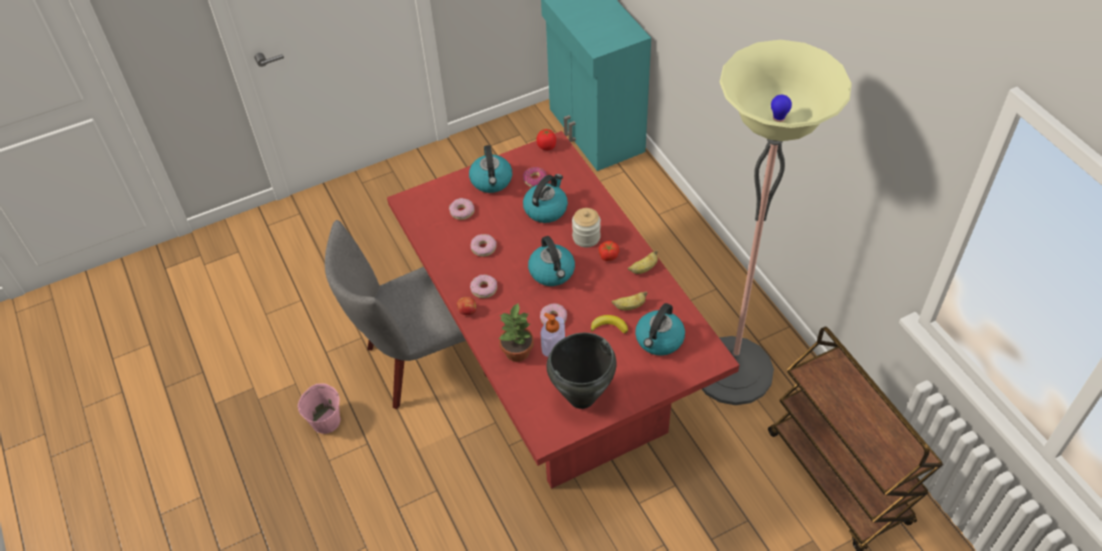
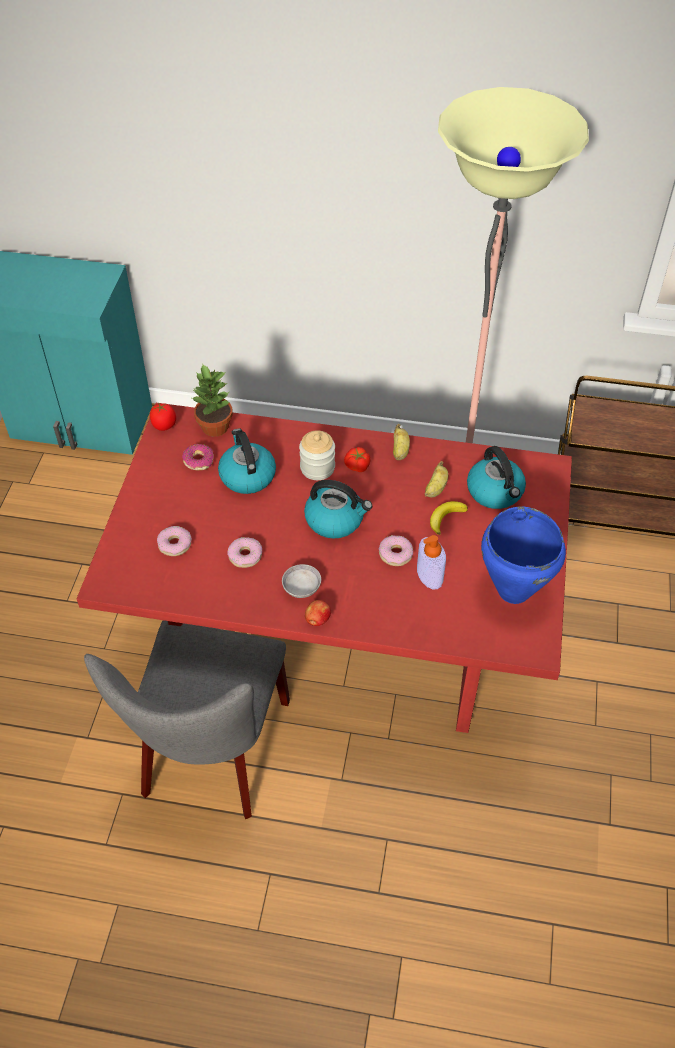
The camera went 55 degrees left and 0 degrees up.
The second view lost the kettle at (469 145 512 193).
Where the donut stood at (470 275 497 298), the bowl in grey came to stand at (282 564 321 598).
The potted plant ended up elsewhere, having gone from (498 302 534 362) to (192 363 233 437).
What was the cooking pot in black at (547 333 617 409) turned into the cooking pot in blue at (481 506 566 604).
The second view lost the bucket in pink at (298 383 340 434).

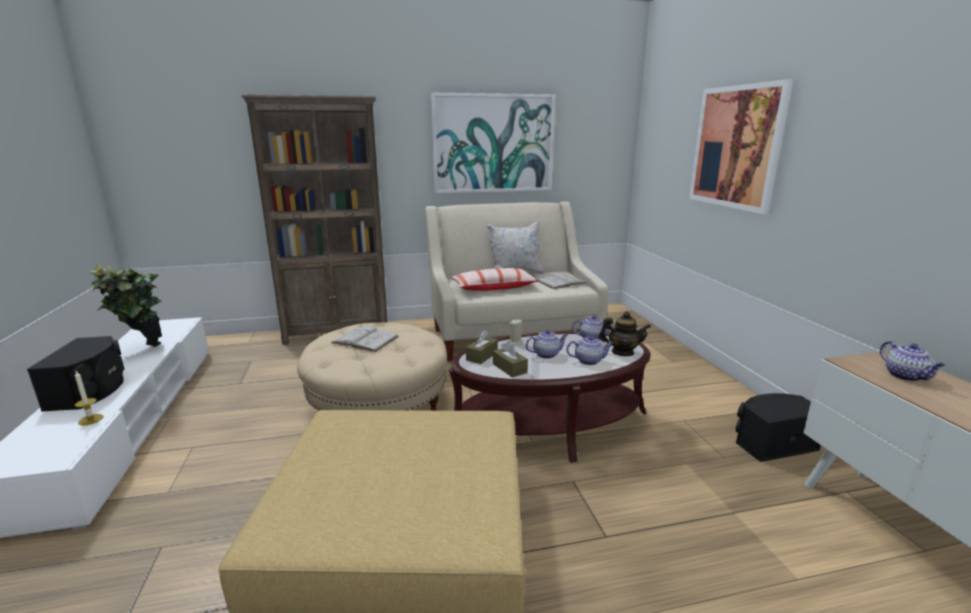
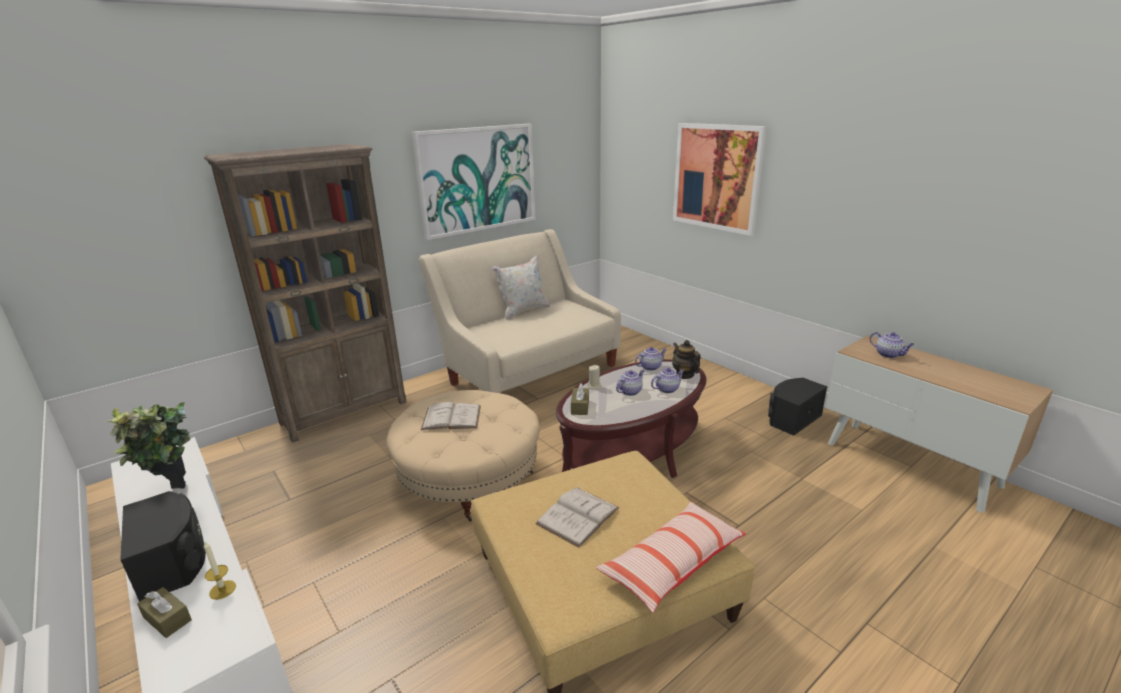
The camera went 25 degrees left and 5 degrees up.
The pillow ended up elsewhere, having gone from (452 268 538 291) to (596 502 746 613).
The book in white ended up elsewhere, having gone from (537 273 587 289) to (535 487 619 548).
The teapot at (599 311 651 356) ended up facing another way, 105 degrees counterclockwise from before.
The tissue box in brown ended up elsewhere, having gone from (493 341 528 378) to (137 587 192 638).

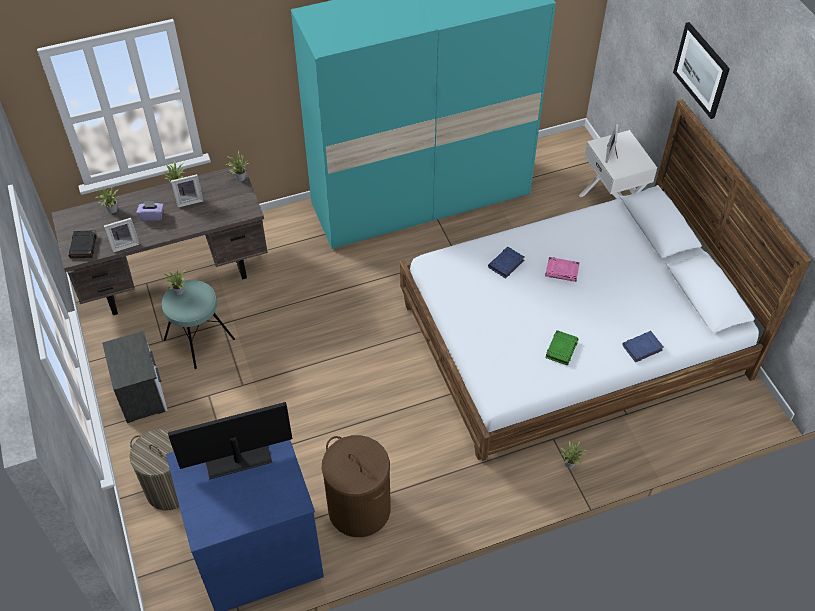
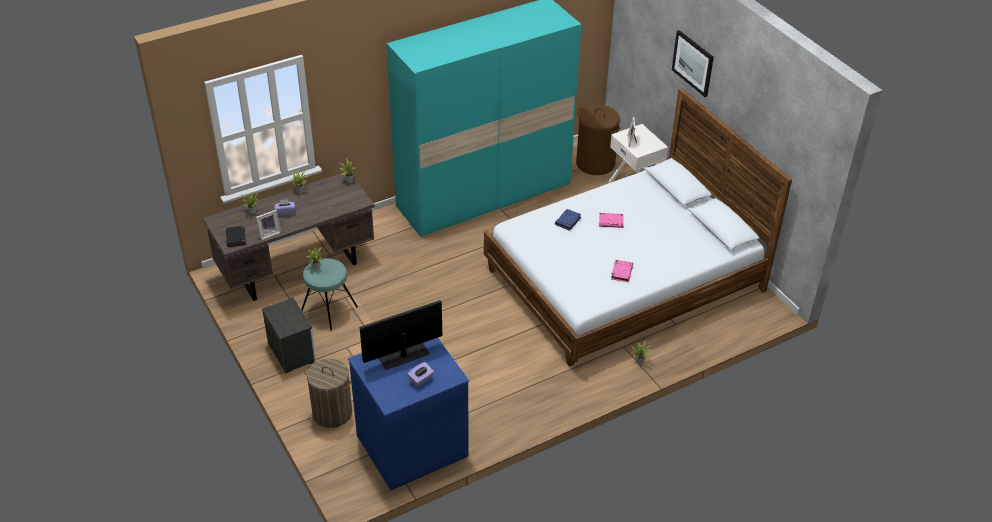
The camera went 10 degrees left and 10 degrees down.
The second view lost the picture frame at (171 174 203 207).
What was the book in green at (545 330 579 365) turned into the book in pink at (611 260 633 282).
The second view lost the book in blue at (622 331 664 362).
The laundry basket in brown ended up elsewhere, having gone from (322 435 391 537) to (576 105 621 175).
The second view gained the tissue box in purple at (407 362 434 387).

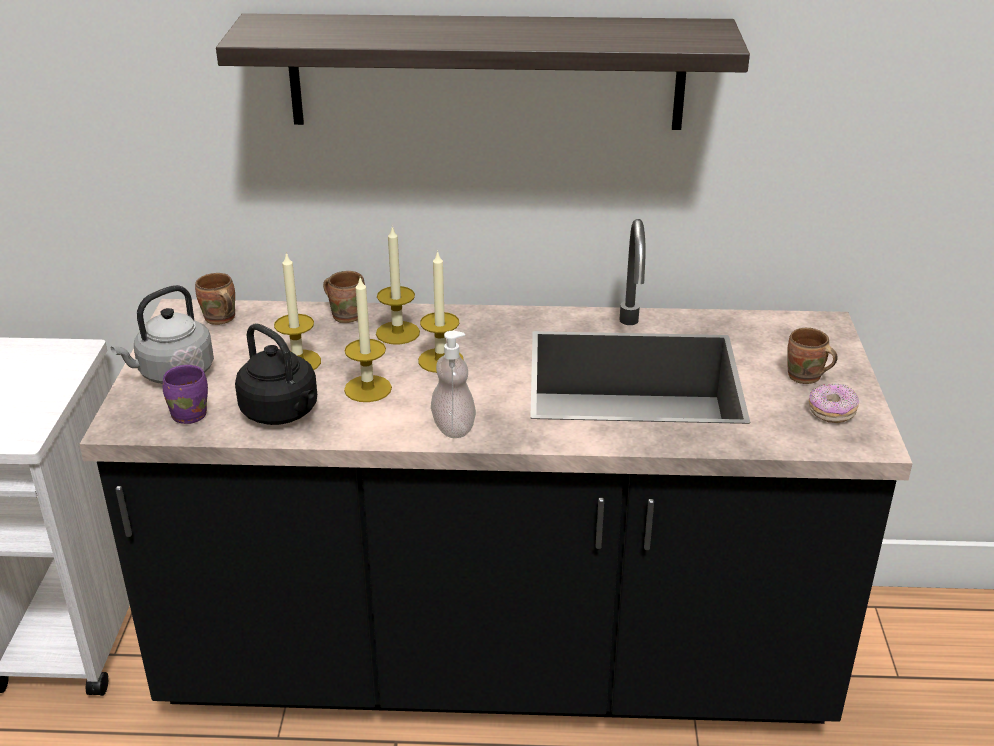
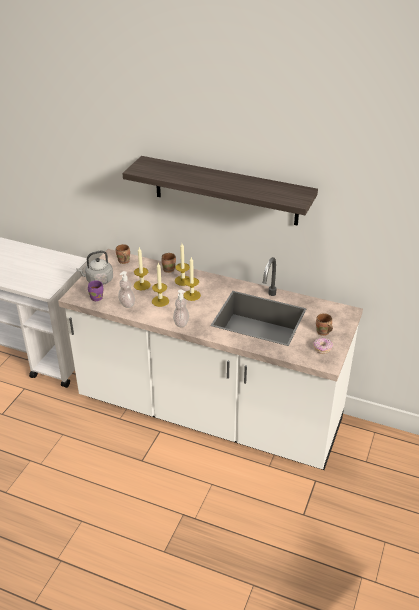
The camera went 20 degrees right and 5 degrees up.
What was the counter in black at (79 219 913 724) turned into the counter in white at (58 249 363 470).
Where the kettle in black stood at (235 323 317 425), the soap dispenser came to stand at (118 271 135 308).

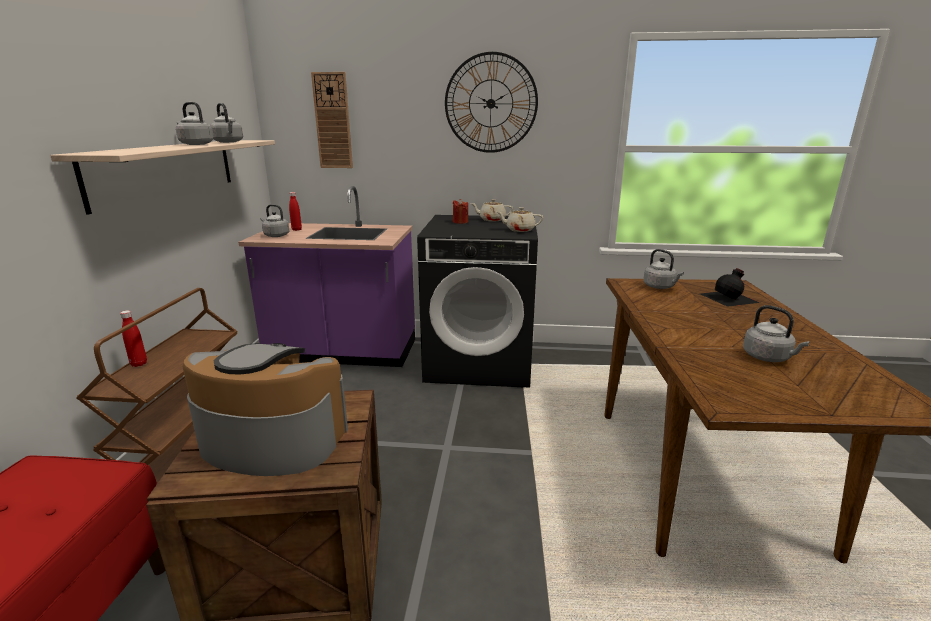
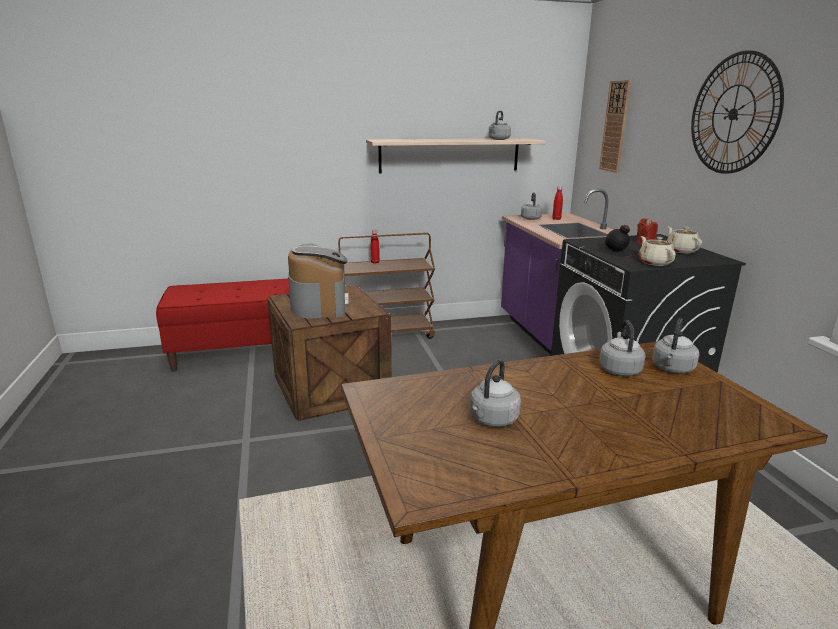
The camera went 70 degrees right and 0 degrees up.
The kettle in grey ended up elsewhere, having gone from (176 102 213 145) to (599 320 645 376).
The bottle in black ended up elsewhere, having gone from (700 268 760 307) to (594 225 639 257).

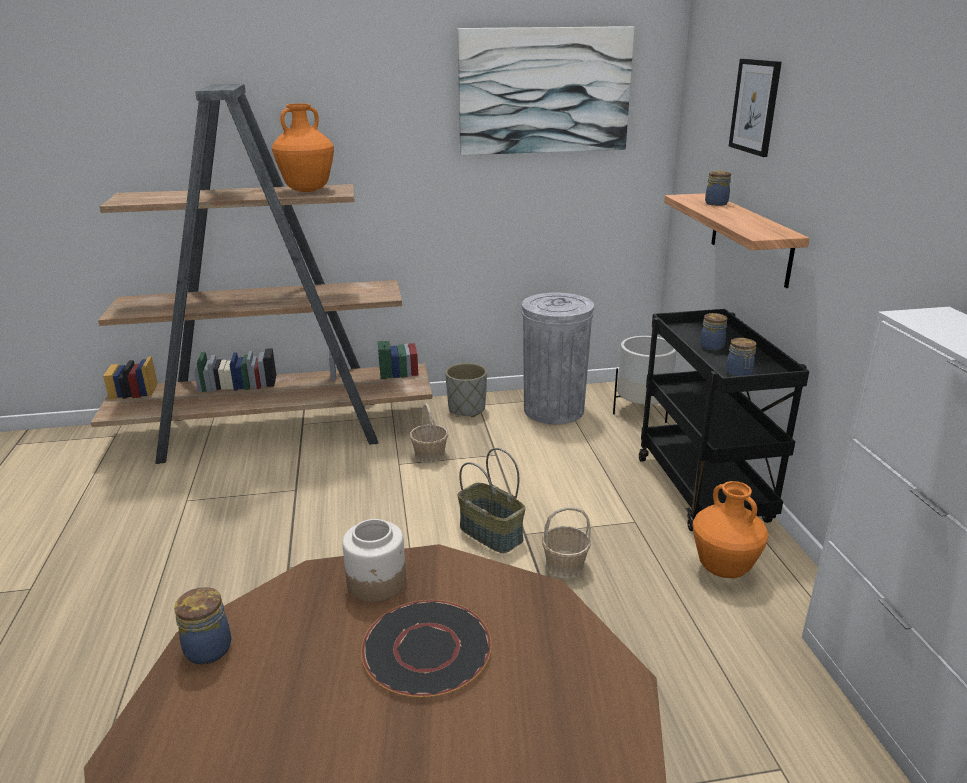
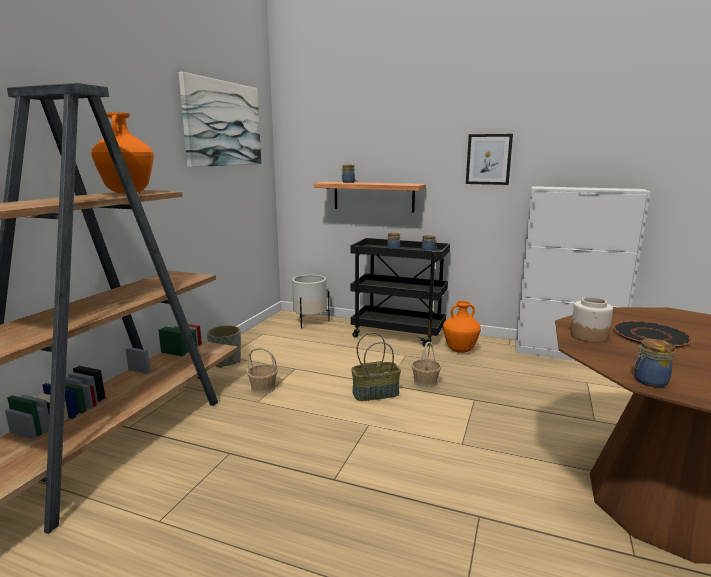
The camera went 60 degrees left and 10 degrees down.
The picture ended up elsewhere, having gone from (729 59 782 157) to (466 134 513 185).
The second view lost the trash can in grey at (522 293 594 424).

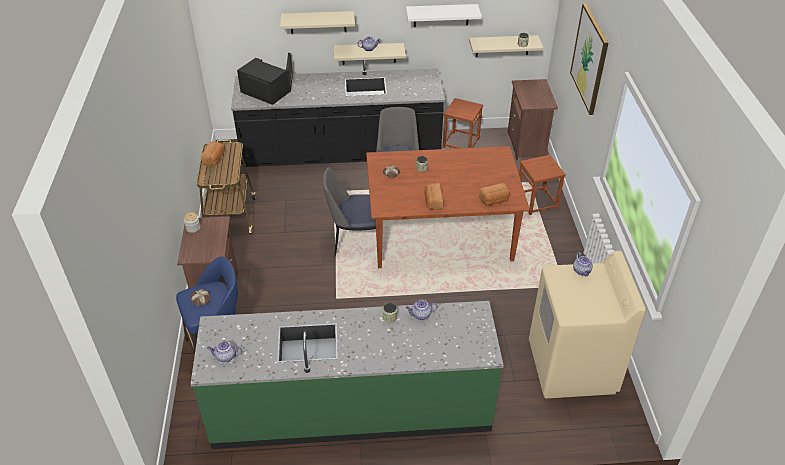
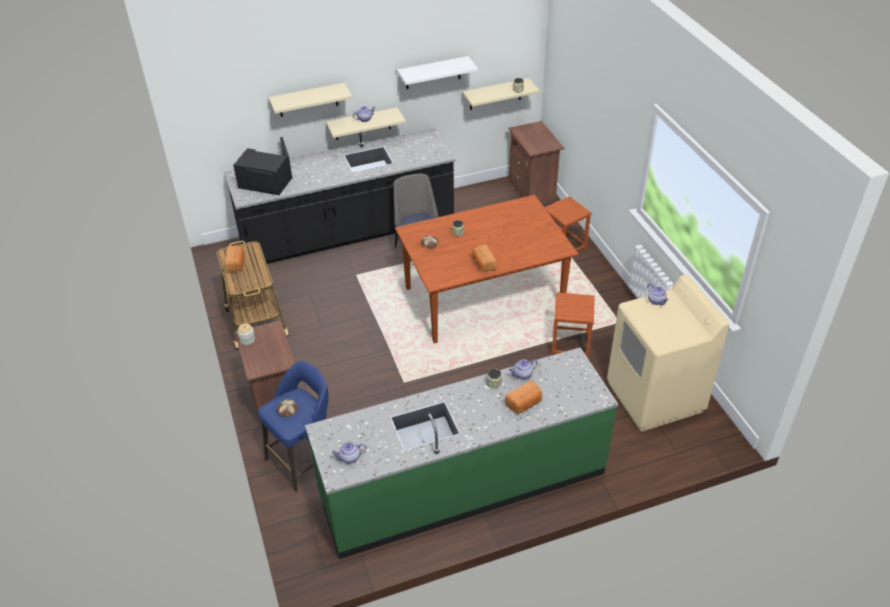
The camera went 15 degrees left and 0 degrees up.
The second view lost the picture at (570 3 609 115).
The stool in brown ended up elsewhere, having gone from (443 98 483 149) to (552 292 595 358).
The second view lost the chair at (323 167 376 257).
The bread ended up elsewhere, having gone from (479 183 510 206) to (505 380 542 413).

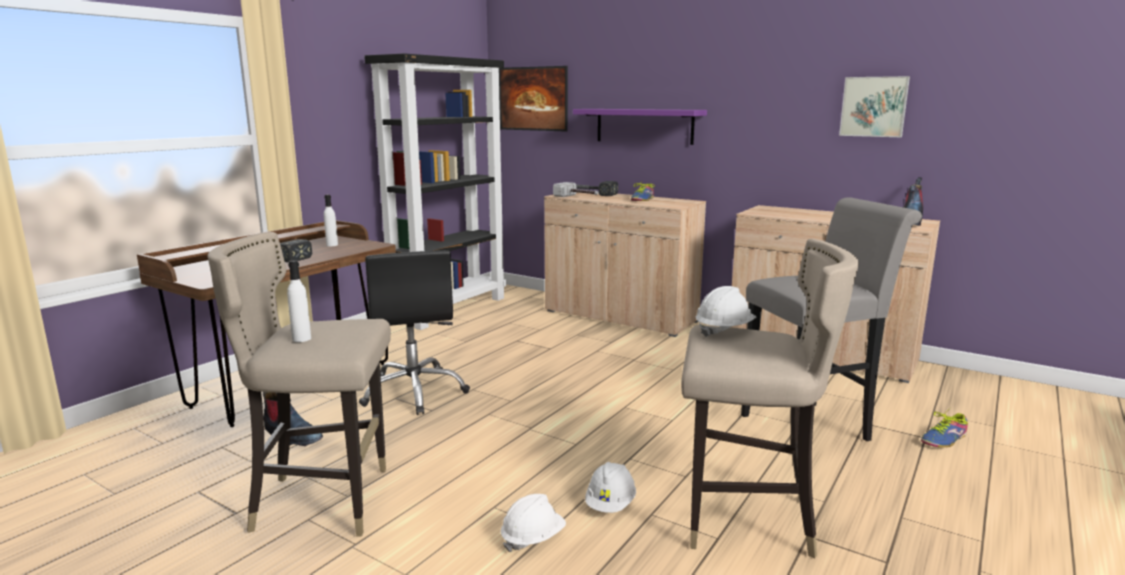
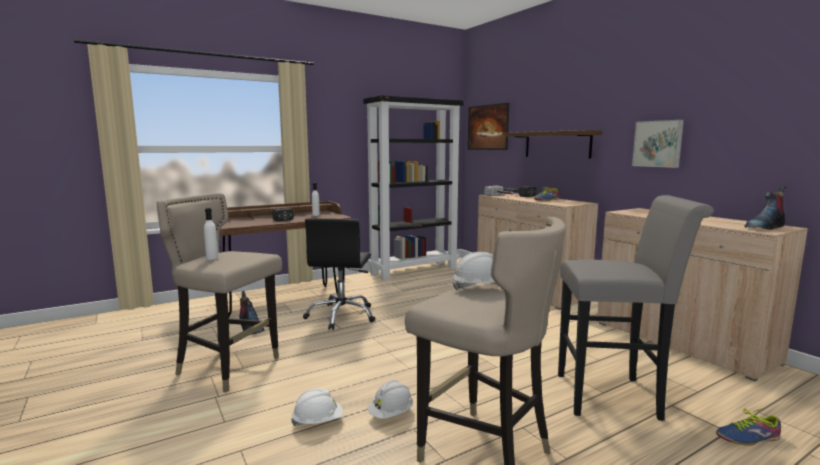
The camera went 25 degrees right and 5 degrees down.
The picture ended up elsewhere, having gone from (839 76 910 137) to (632 120 684 168).
What was the shelf in purple at (573 109 707 145) turned into the shelf in brown at (505 130 602 158).

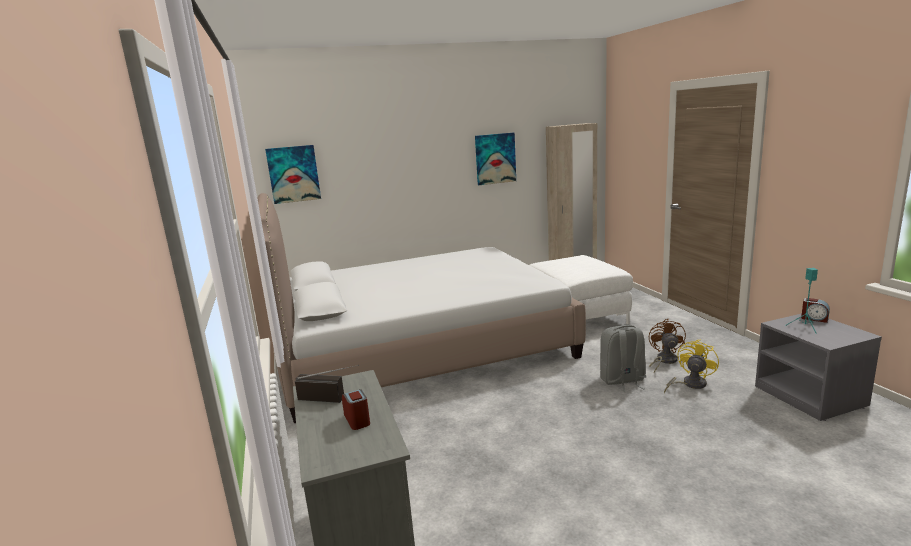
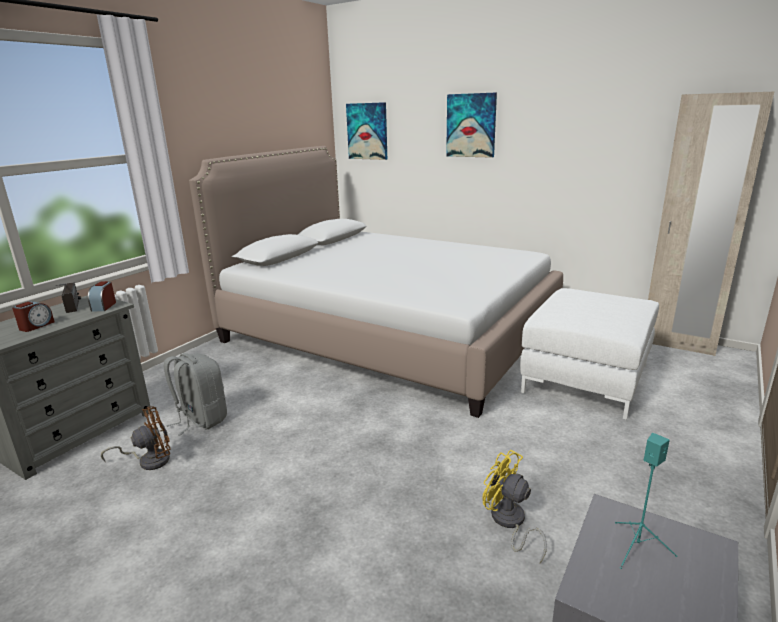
The camera went 50 degrees right and 5 degrees up.
The picture ended up elsewhere, having gone from (475 132 516 185) to (446 93 497 158).
The alarm clock ended up elsewhere, having gone from (801 298 830 323) to (88 281 116 312).
The fan in brown ended up elsewhere, having gone from (649 319 686 373) to (101 406 170 470).
The backpack in grey ended up elsewhere, having gone from (600 325 646 392) to (164 353 227 436).
The fan in yellow at (664 340 719 393) ended up facing another way, 135 degrees counterclockwise from before.

